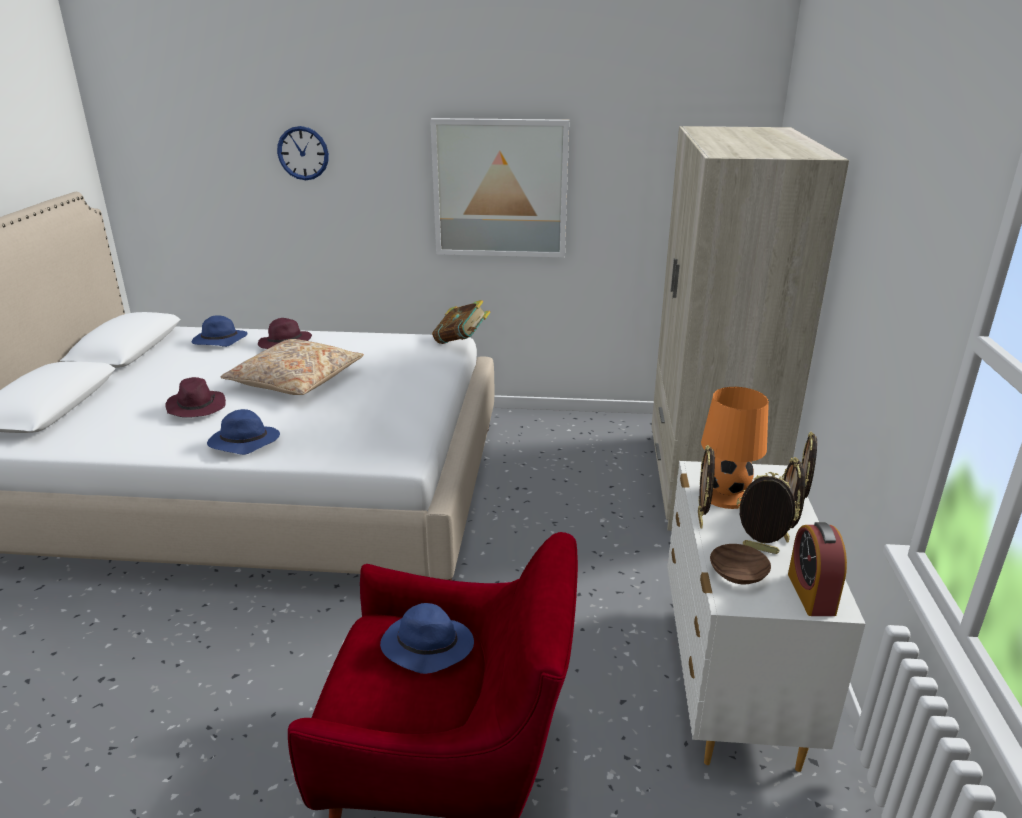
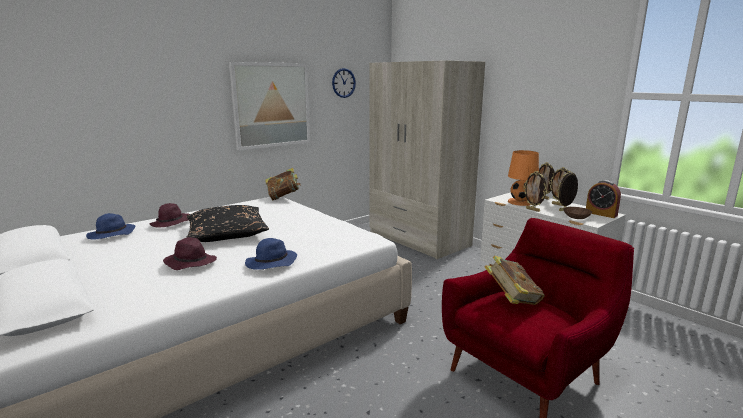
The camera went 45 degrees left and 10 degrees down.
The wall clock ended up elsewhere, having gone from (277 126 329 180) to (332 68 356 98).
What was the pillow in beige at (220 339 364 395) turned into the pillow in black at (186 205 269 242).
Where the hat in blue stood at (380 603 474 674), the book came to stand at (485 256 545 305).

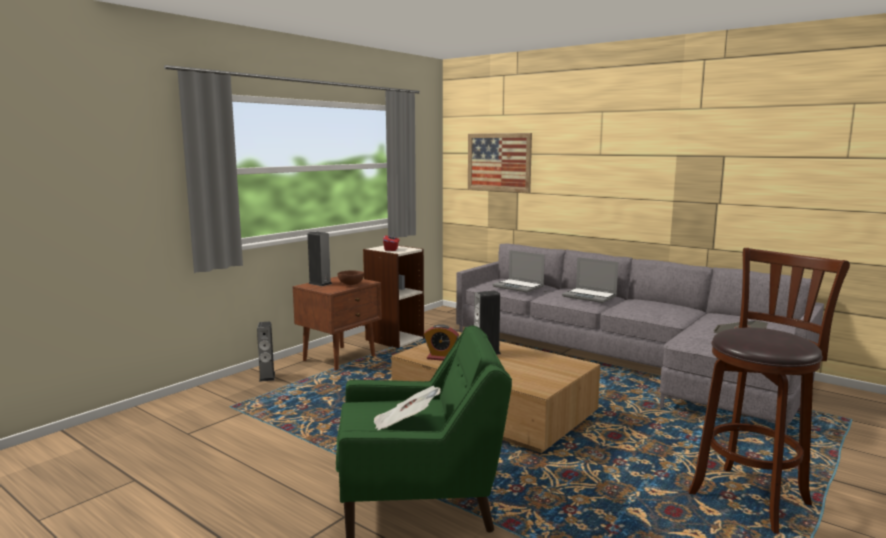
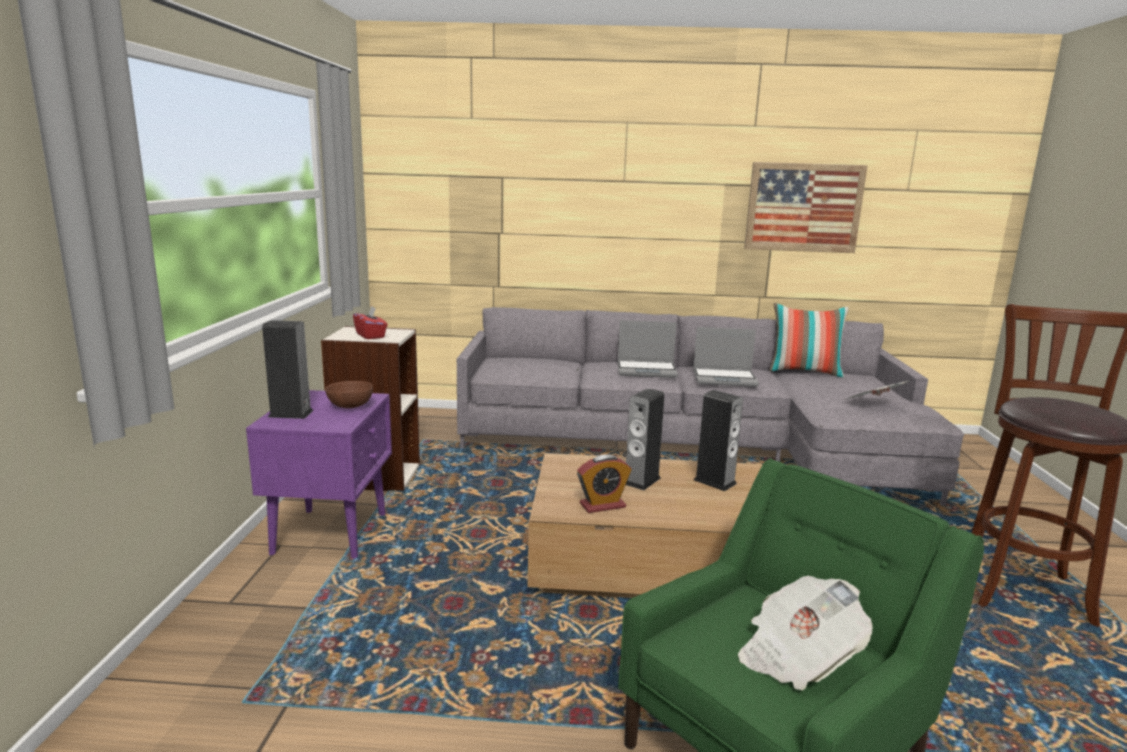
The camera went 35 degrees left and 5 degrees up.
The picture ended up elsewhere, having gone from (468 133 532 193) to (744 162 868 253).
The laptop ended up elsewhere, having gone from (492 250 545 293) to (693 327 759 387).
What was the nightstand in brown at (293 276 382 370) turned into the nightstand in purple at (246 390 392 559).
The speaker ended up elsewhere, having gone from (257 322 275 382) to (694 390 743 491).
The second view gained the pillow at (770 303 849 378).

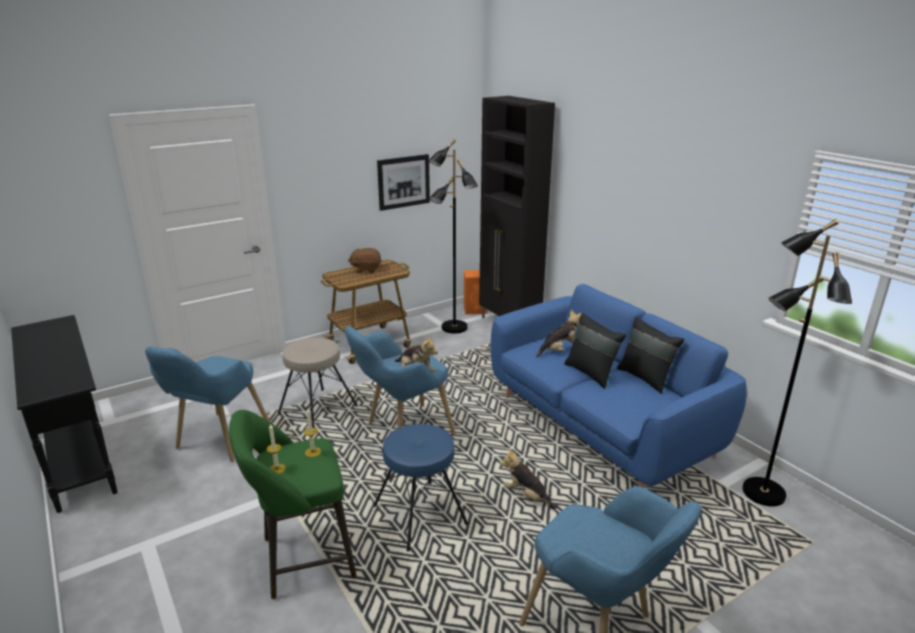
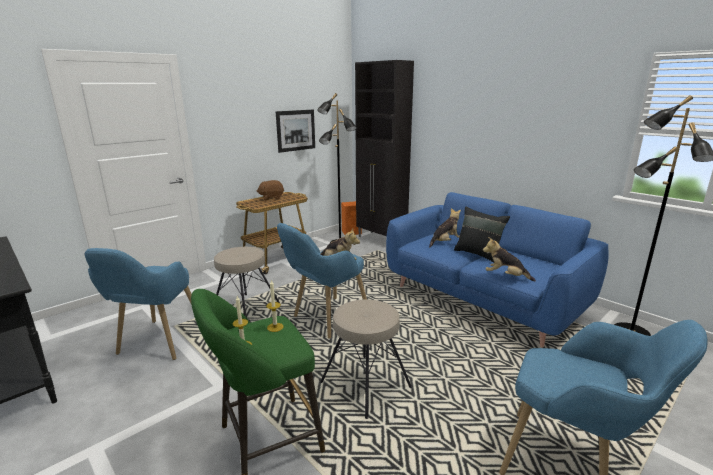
The camera went 10 degrees left and 5 degrees down.
The second view lost the pillow in black at (617 317 684 394).
What was the stool in blue at (373 424 468 552) turned into the stool in beige at (320 299 412 419).
The plush toy ended up elsewhere, having gone from (500 448 557 509) to (483 237 536 282).

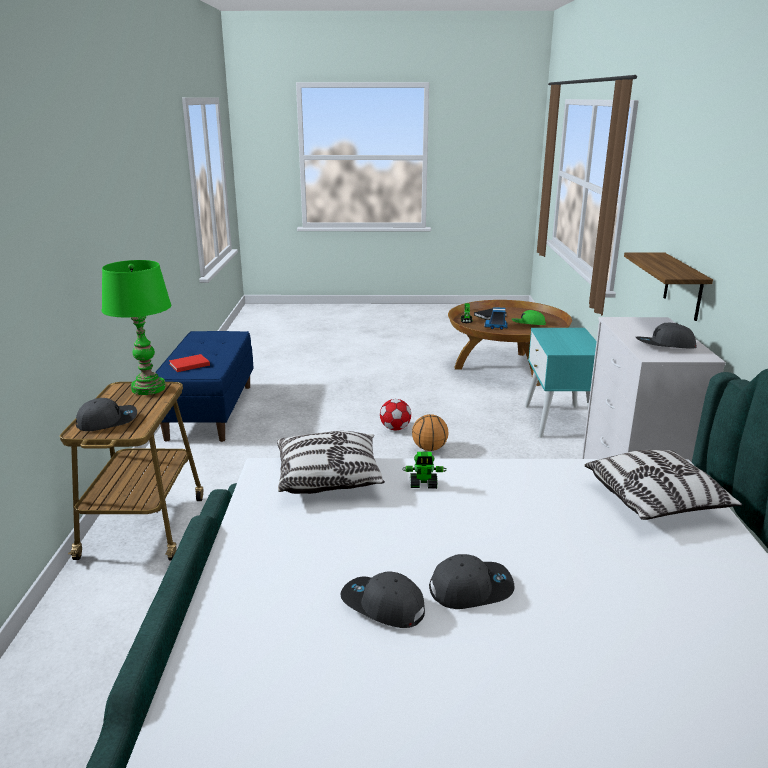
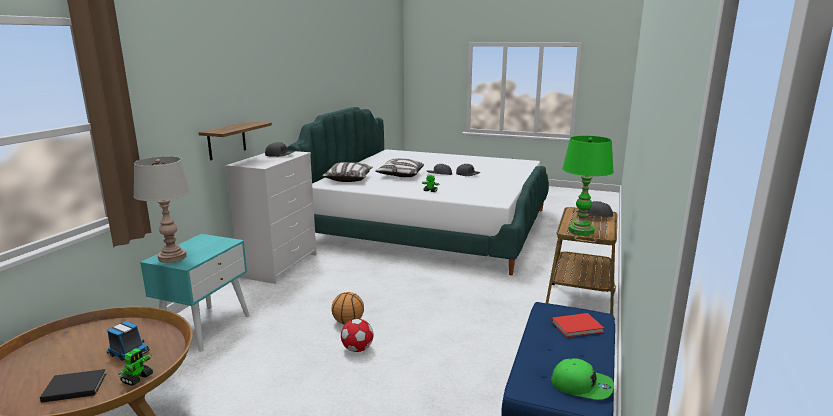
The camera went 160 degrees left and 5 degrees down.
The cap in green ended up elsewhere, having gone from (511 310 546 325) to (551 359 614 400).
The pillow ended up elsewhere, having gone from (277 431 385 494) to (375 158 424 177).
The second view gained the table lamp in grey at (133 156 191 263).

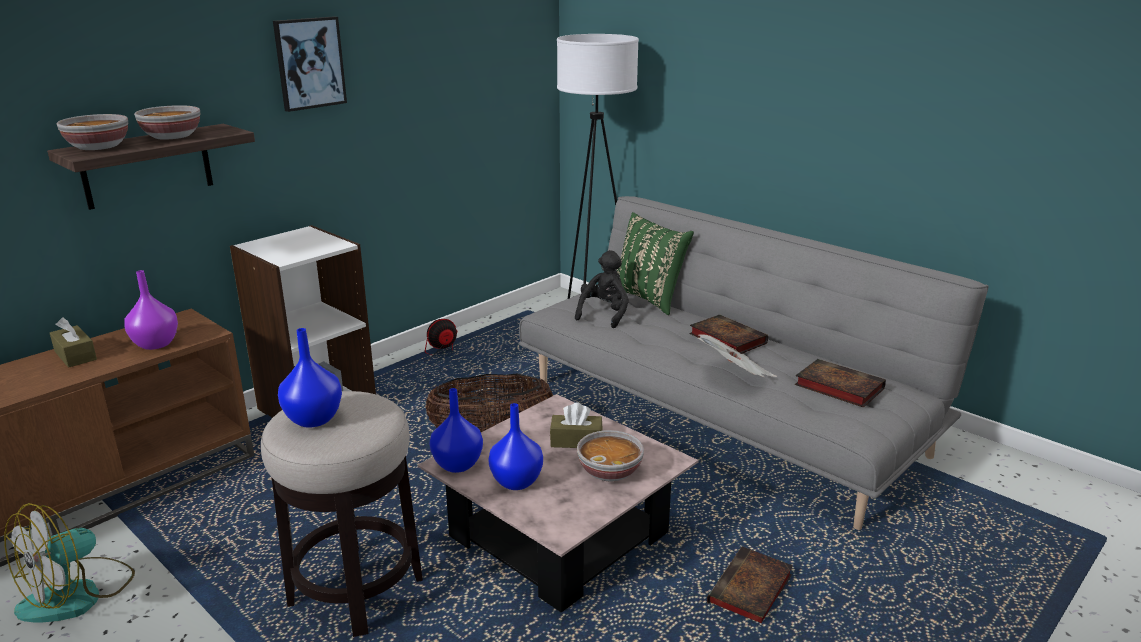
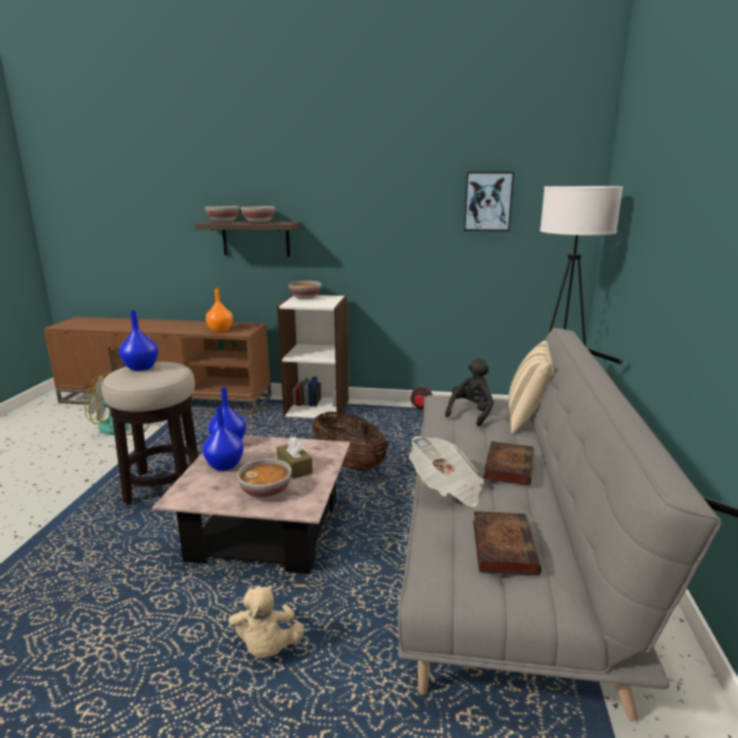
The camera went 55 degrees right and 5 degrees down.
The picture ended up elsewhere, having gone from (273 16 347 112) to (464 172 514 231).
What was the pillow in green at (617 212 694 315) turned into the pillow in beige at (509 341 554 434).
The plush toy in black at (575 250 629 328) ended up facing another way, 45 degrees counterclockwise from before.
What was the vase in purple at (124 270 178 350) turned into the vase in orange at (206 288 233 332).
The second view lost the tissue box in brown at (50 317 97 368).
Where the book stood at (707 546 793 623), the plush toy in beige came to stand at (228 585 304 658).
The second view gained the bowl at (288 281 321 299).

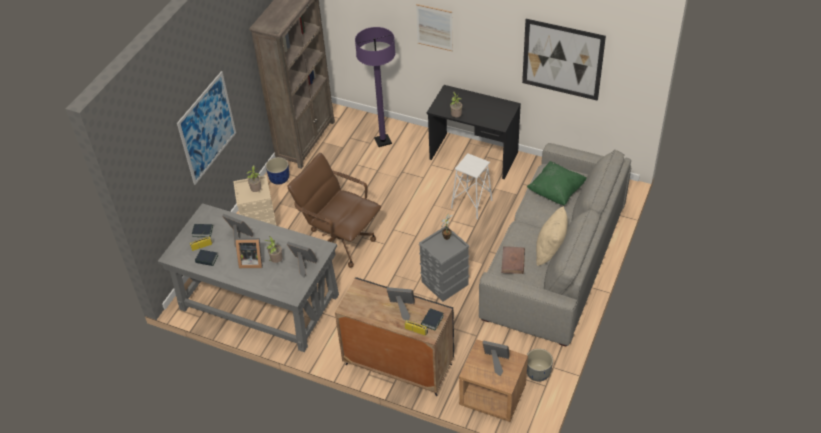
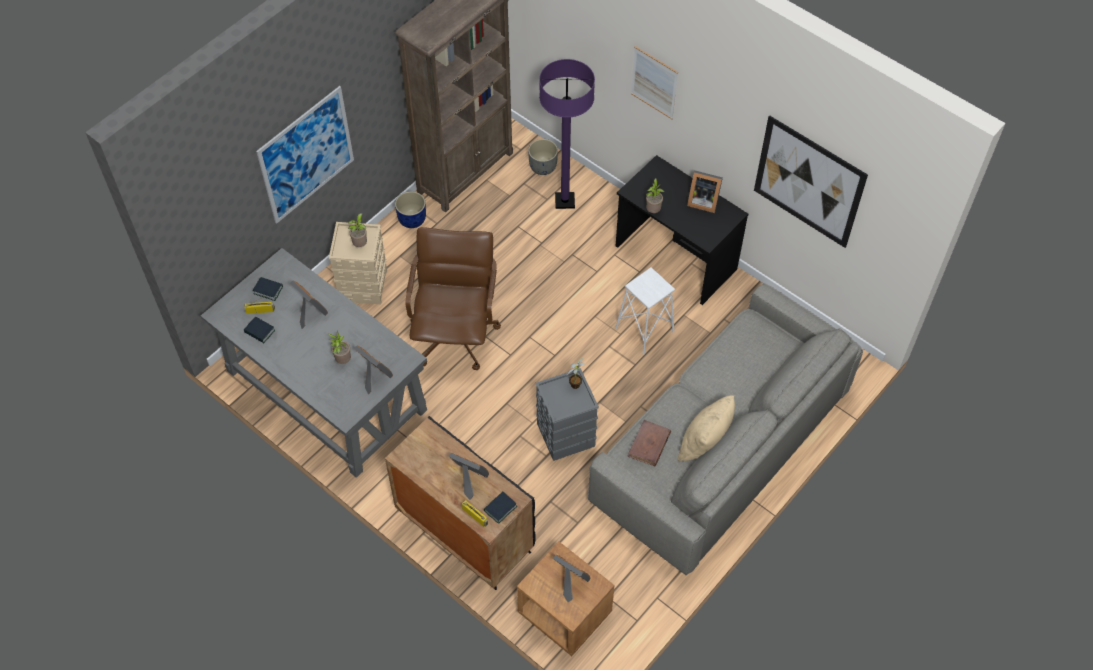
The camera went 15 degrees right and 10 degrees up.
The office chair in brown at (287 153 381 268) ended up facing another way, 45 degrees clockwise from before.
The second view lost the pillow in green at (527 161 587 205).
The picture frame ended up elsewhere, having gone from (235 238 263 268) to (687 170 723 213).
The planter in grey ended up elsewhere, having gone from (527 349 553 382) to (528 139 558 175).

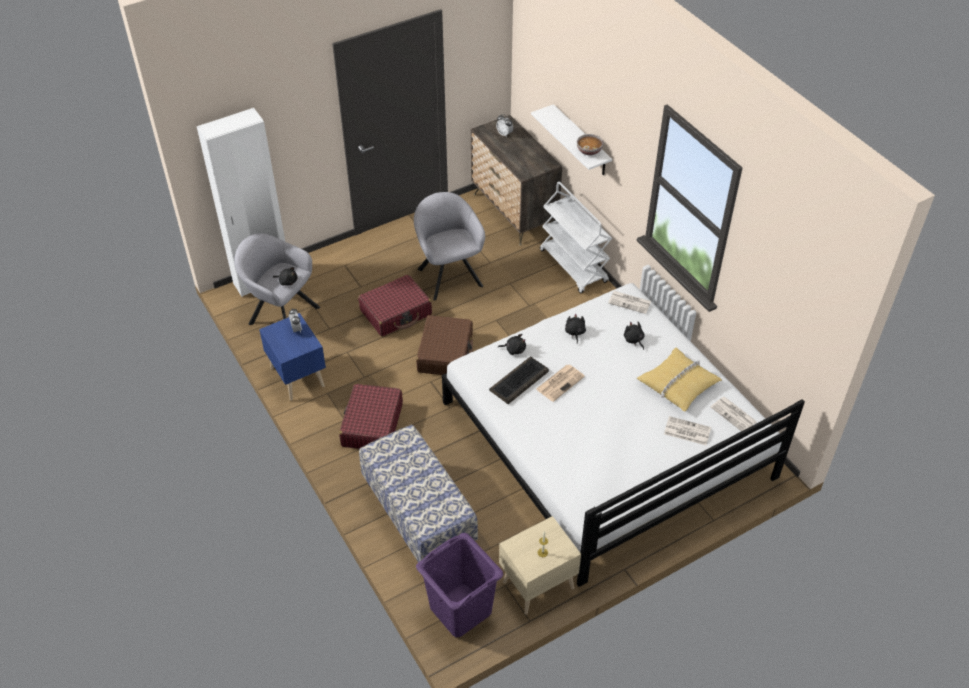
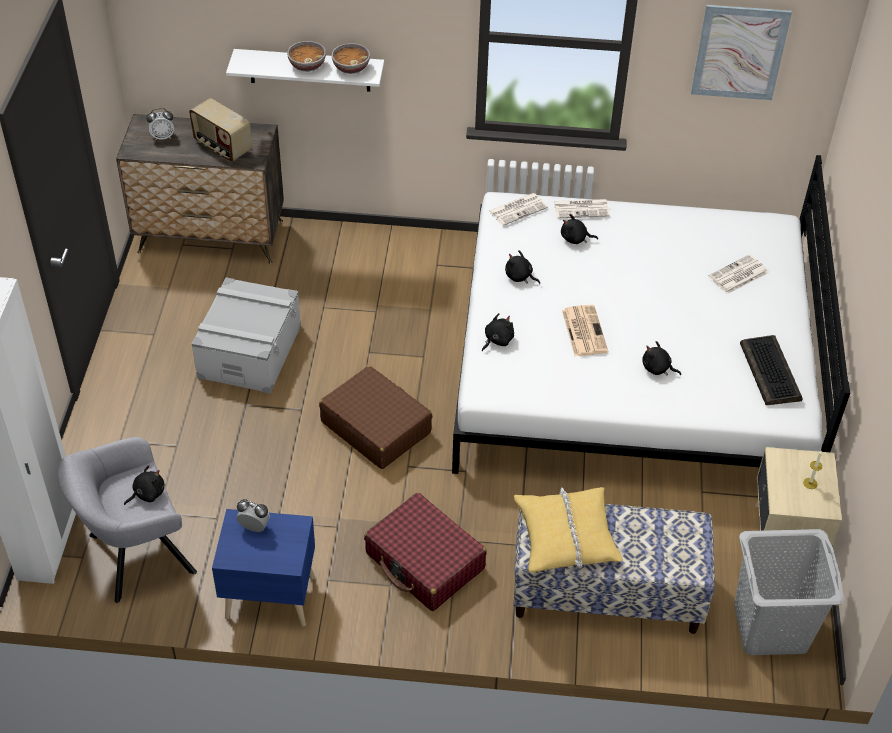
The camera went 55 degrees left and 0 degrees up.
The second view lost the cart in white at (540 182 612 293).
Where the armchair in grey stood at (414 192 485 301), the storage box in grey came to stand at (192 277 301 394).
The second view lost the suitcase in red at (358 275 432 336).
The pillow in yellow ended up elsewhere, having gone from (637 347 722 412) to (514 487 623 572).
The keyboard ended up elsewhere, having gone from (489 357 549 404) to (740 335 803 405).
The newspaper ended up elsewhere, having gone from (710 397 757 431) to (554 199 610 219).
What was the laundry basket in purple at (416 533 503 638) turned into the laundry basket in grey at (734 529 845 655).
The second view gained the picture at (691 5 792 100).
The second view gained the bowl at (287 41 326 72).
The second view gained the radio at (189 98 252 162).
The second view gained the plush toy in black at (642 341 681 376).

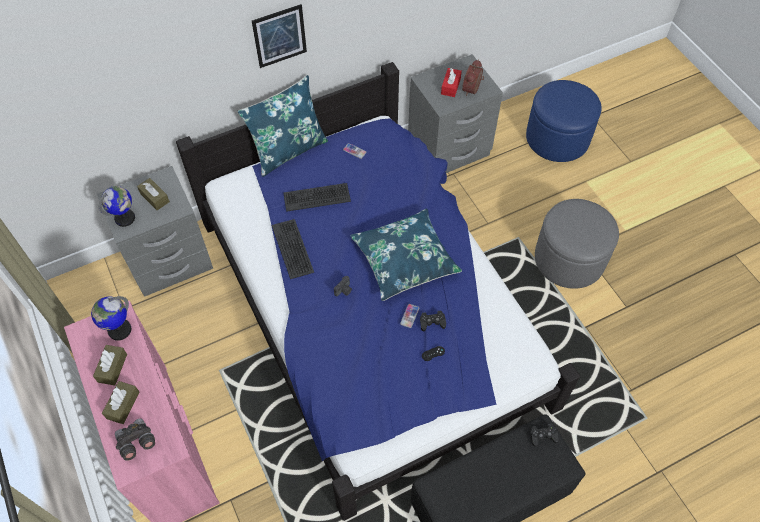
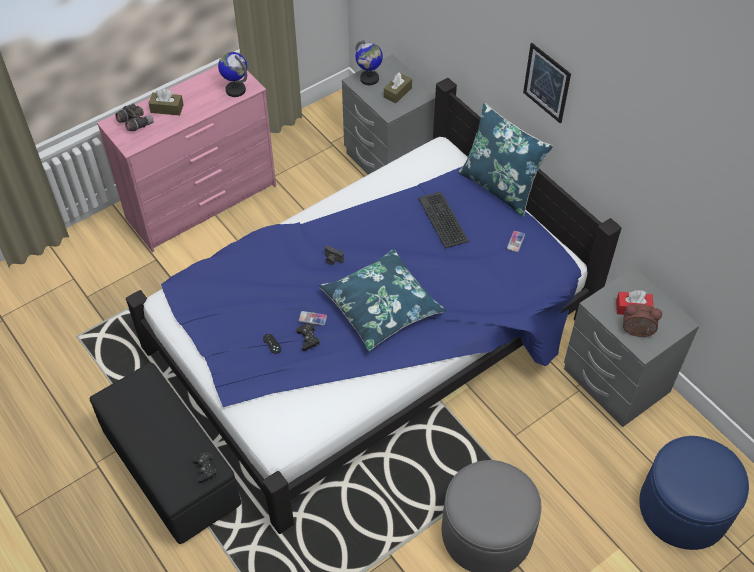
The camera went 80 degrees right and 5 degrees down.
The second view lost the keyboard at (272 219 314 279).
The second view lost the tissue box in brown at (93 345 127 385).

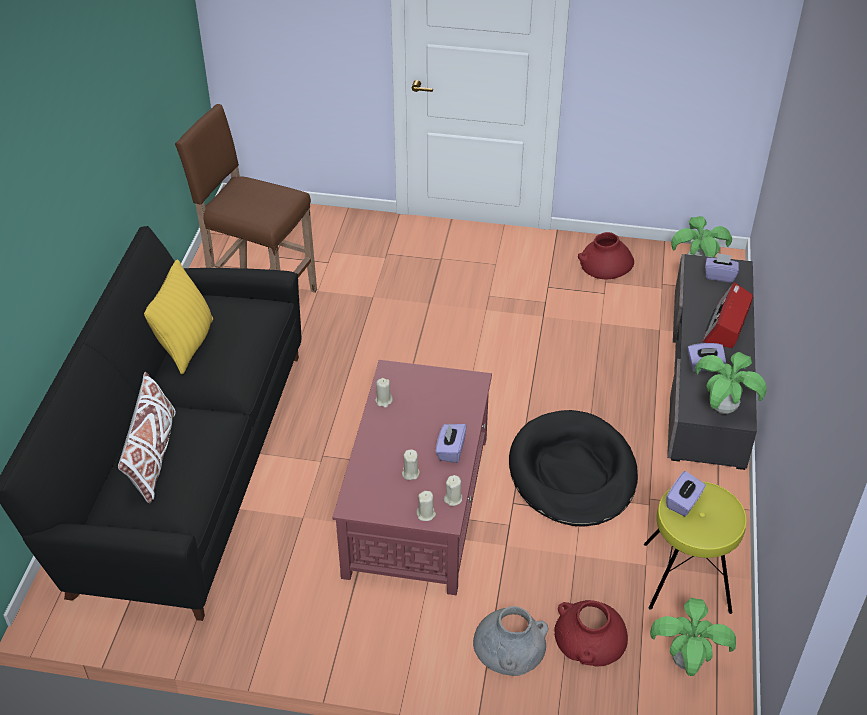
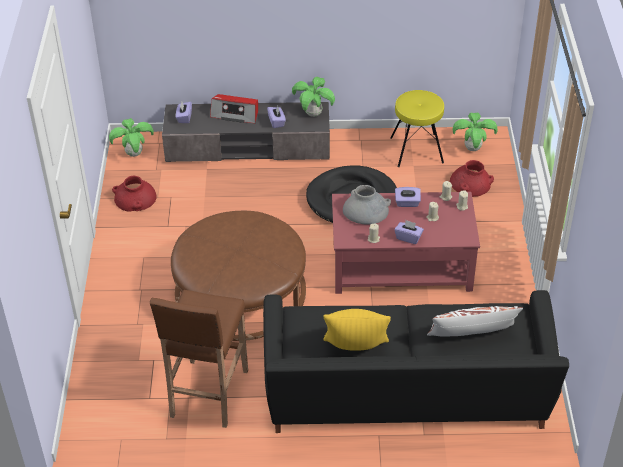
The camera went 100 degrees left and 0 degrees up.
The tissue box in purple ended up elsewhere, having gone from (666 471 706 516) to (395 220 424 244).
The vase in grey ended up elsewhere, having gone from (473 606 549 676) to (343 185 391 225).
The second view gained the ottoman in brown at (171 211 306 341).

